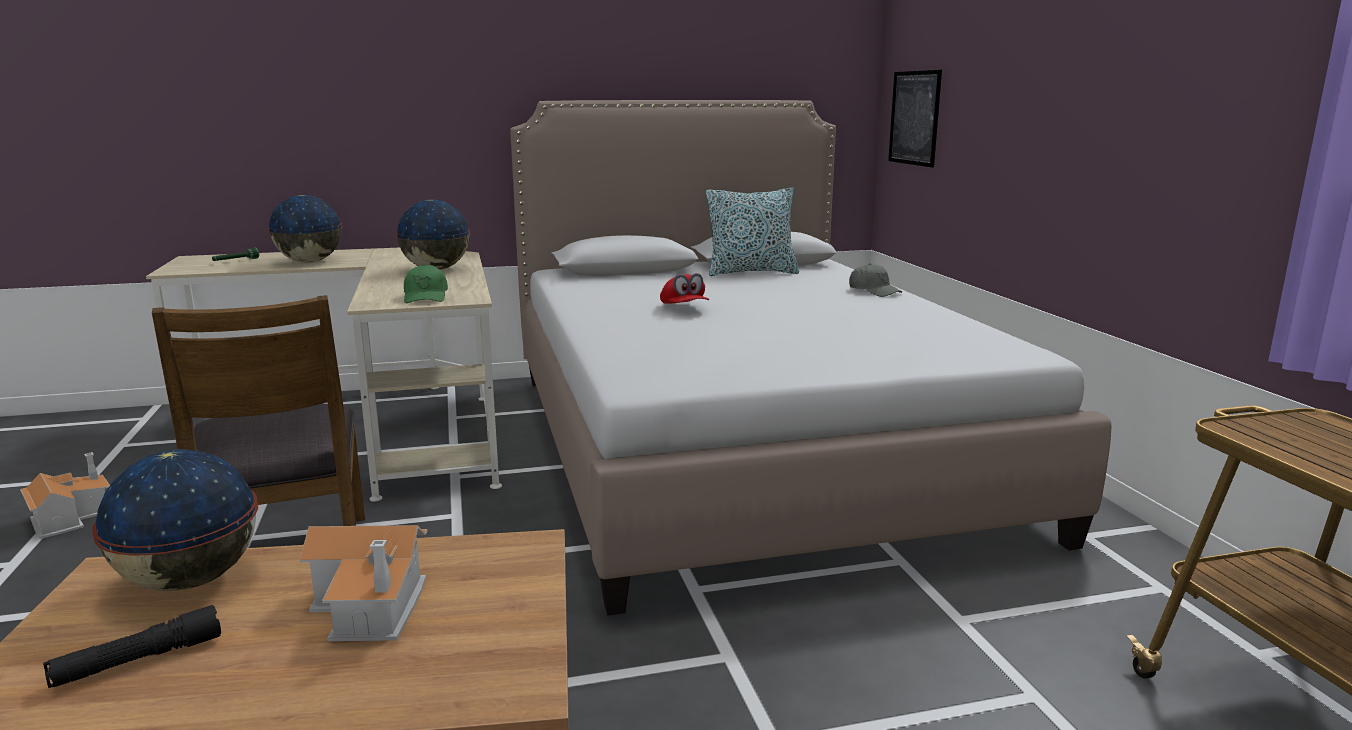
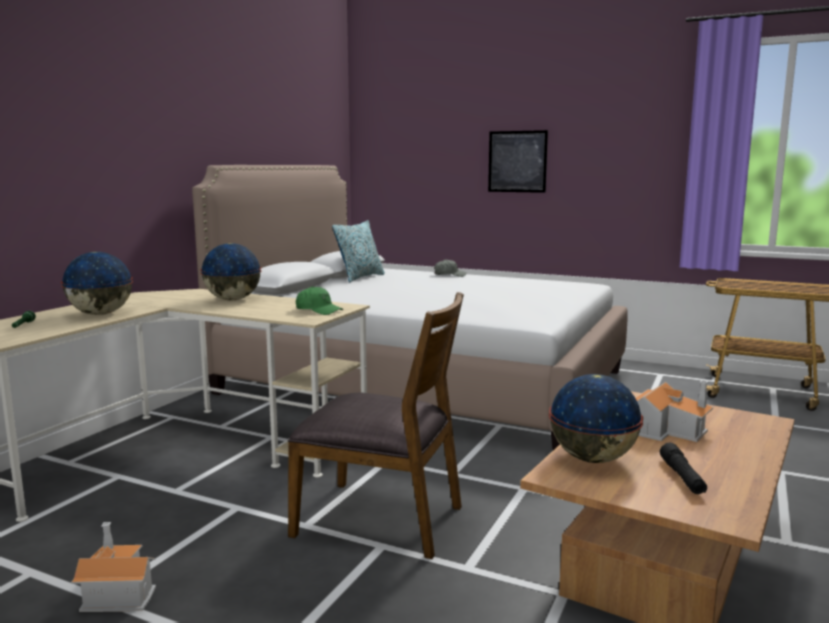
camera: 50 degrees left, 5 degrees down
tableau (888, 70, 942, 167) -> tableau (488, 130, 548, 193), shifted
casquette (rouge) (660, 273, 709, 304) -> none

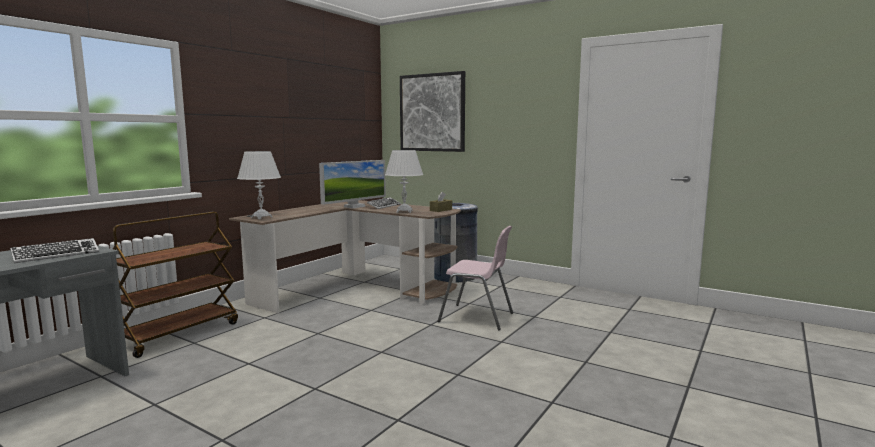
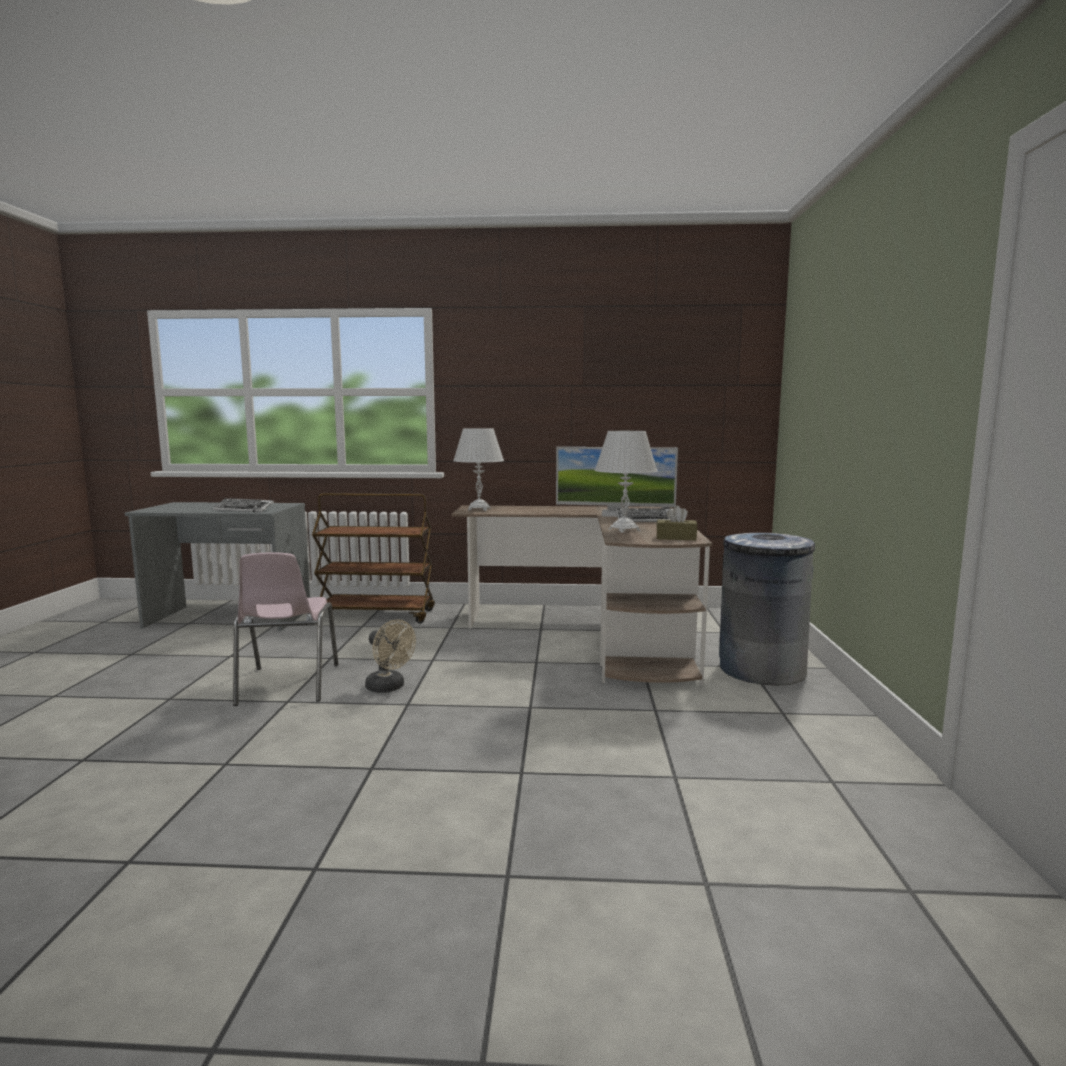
camera: 60 degrees right, 0 degrees up
tableau (400, 71, 465, 152) -> none
chaise (rose) (438, 226, 513, 330) -> chaise (rose) (233, 553, 338, 706), shifted
none -> ventilateur (beige) (365, 619, 416, 693)

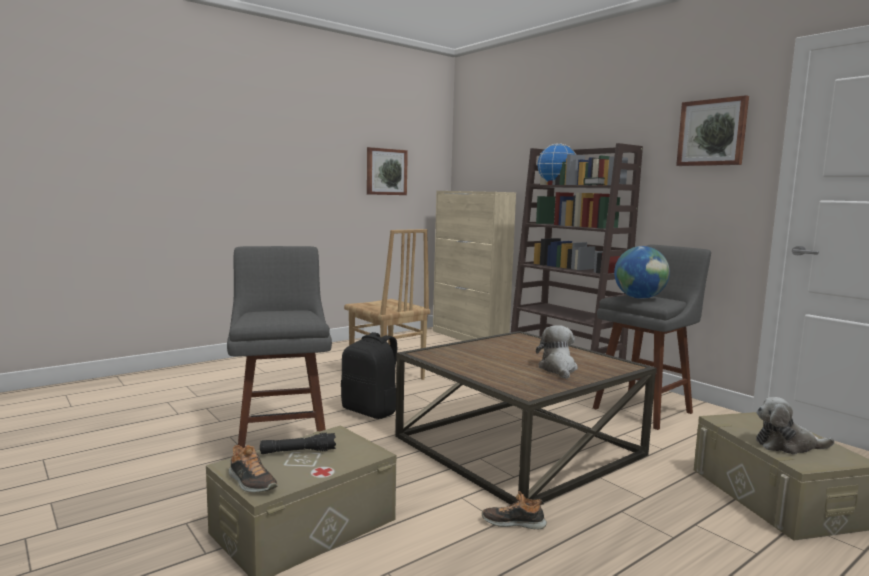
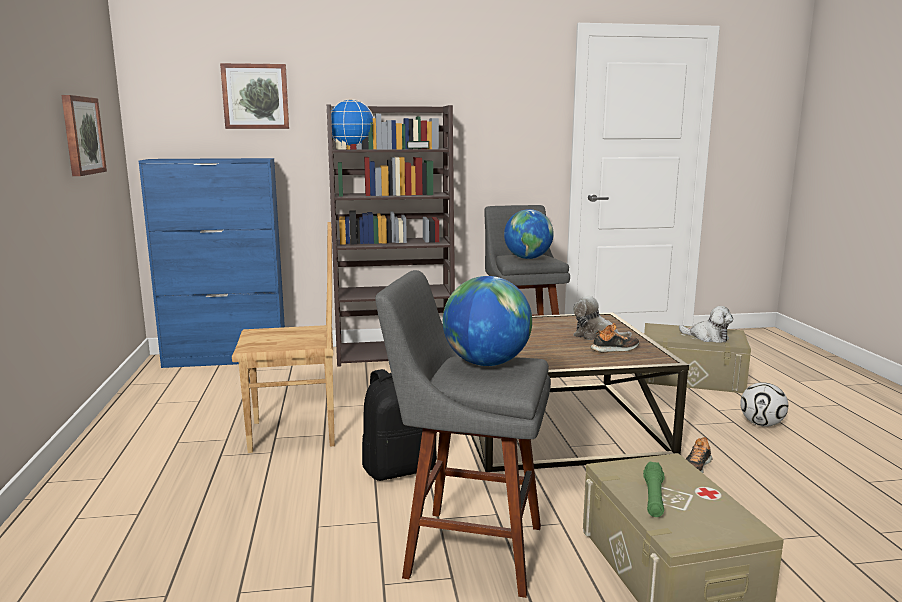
camera: 60 degrees left, 5 degrees up
tableau (676, 95, 749, 166) -> tableau (220, 63, 289, 129), shifted
meuble de rangement (beige) (433, 191, 516, 341) -> meuble de rangement (bleu) (139, 158, 285, 368)
peluche (756, 397, 835, 454) -> peluche (679, 306, 733, 343), 90 degrees counterclockwise
lampe de poche (noir) (260, 432, 336, 454) -> lampe de poche (vert) (643, 462, 664, 517)
chaussure (228, 444, 278, 493) -> chaussure (590, 323, 640, 352), shifted
none -> globe (443, 276, 532, 366)
none -> ballon de foot (740, 382, 788, 427)

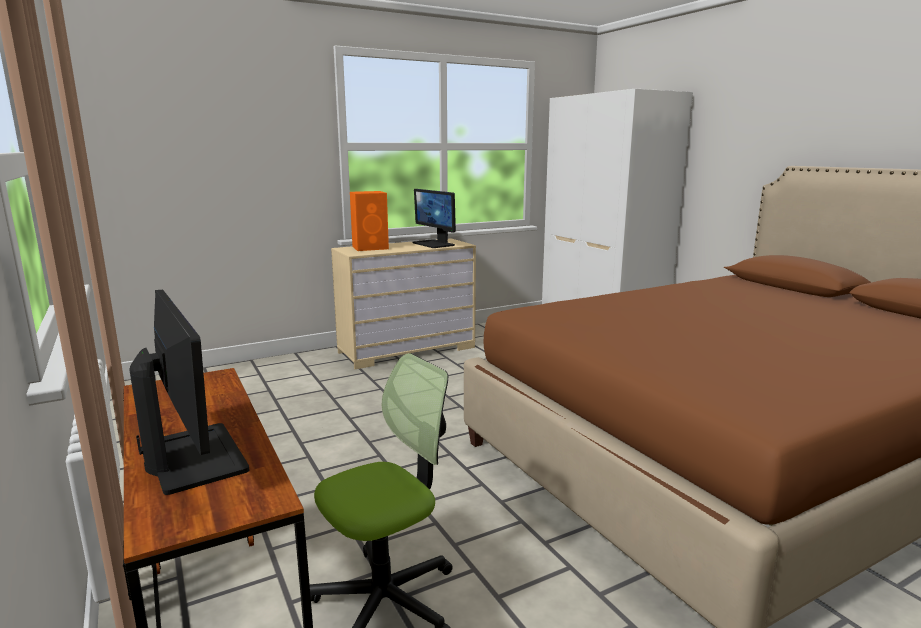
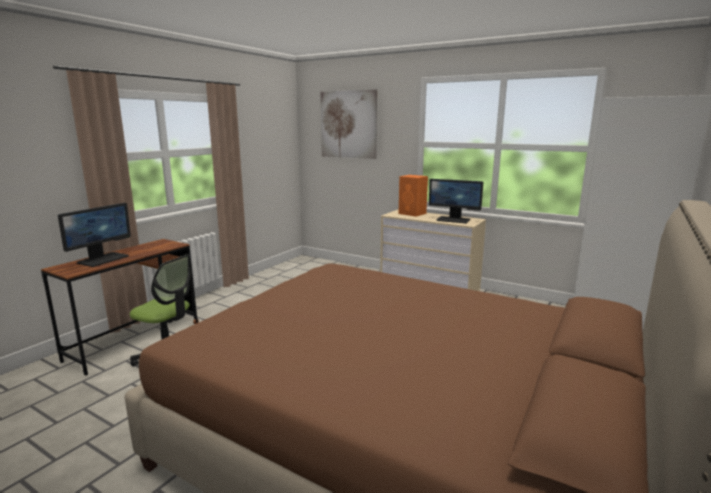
camera: 60 degrees right, 0 degrees up
écran d'ordinateur (413, 189, 456, 248) -> écran d'ordinateur (429, 179, 483, 223), 90 degrees counterclockwise
none -> tableau (321, 89, 377, 159)

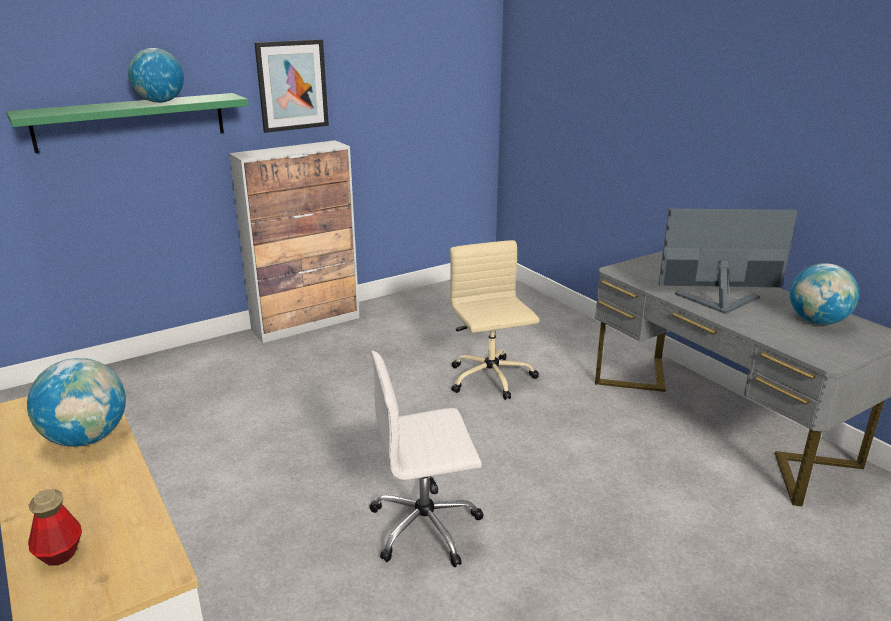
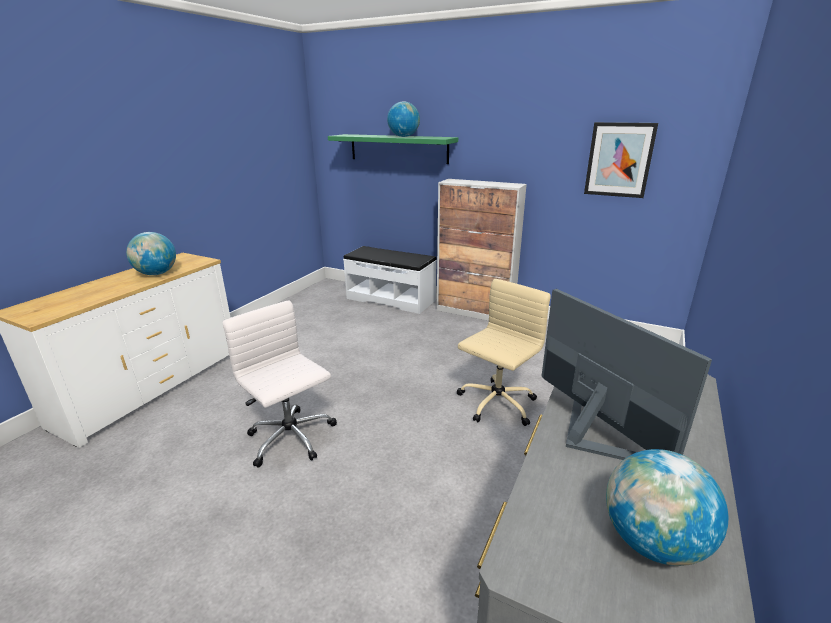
camera: 60 degrees right, 0 degrees up
tableau (254, 39, 329, 133) -> tableau (584, 122, 658, 198), shifted
bouteille (28, 489, 82, 566) -> none
none -> banc (blanc) (343, 246, 437, 314)

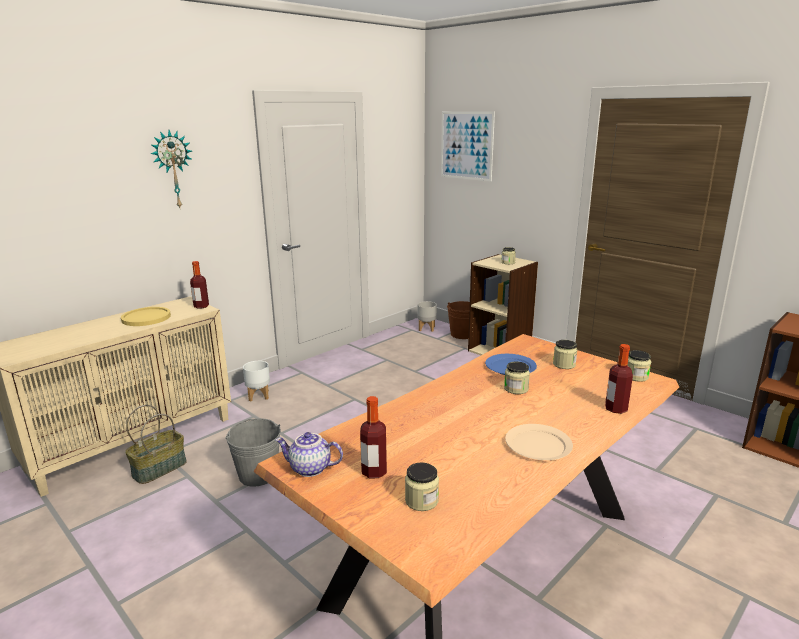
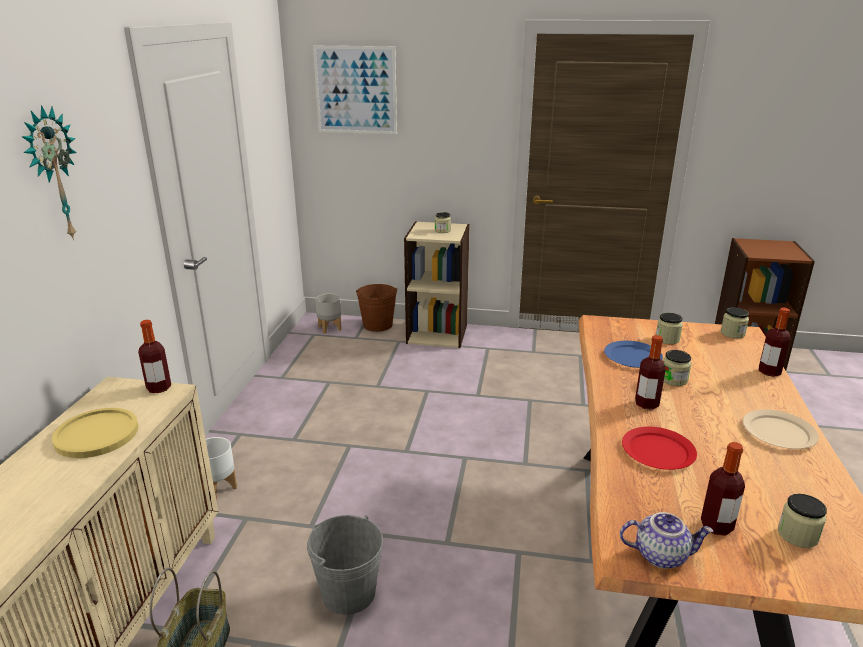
camera: 35 degrees left, 5 degrees up
théière (275, 432, 343, 477) -> théière (620, 512, 713, 569), 150 degrees counterclockwise
none -> bouteille (635, 335, 666, 410)
none -> assiette (rouge) (622, 427, 697, 470)

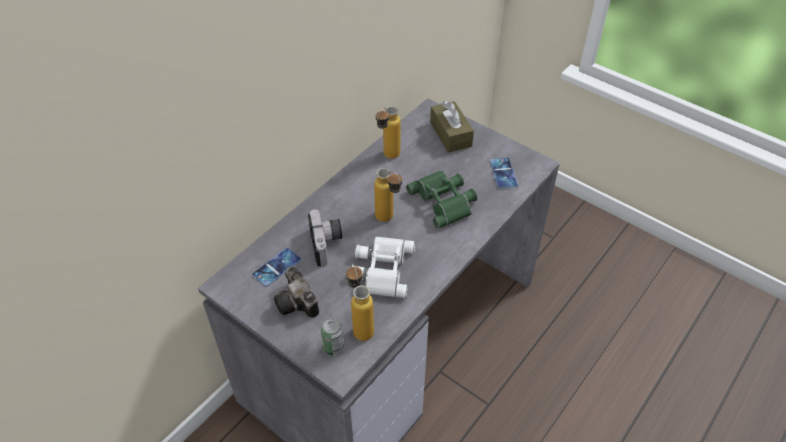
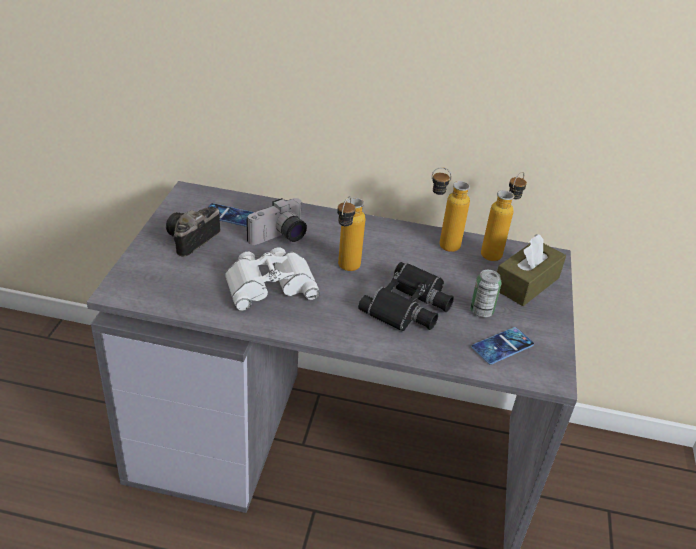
camera: 60 degrees right, 10 degrees down
jumelles (vert) (406, 171, 477, 229) -> jumelles (noir) (358, 262, 454, 332)
bouteille (346, 263, 374, 341) -> bouteille (481, 172, 527, 261), shifted
boîte métallique (321, 318, 345, 356) -> boîte métallique (470, 270, 502, 318), shifted

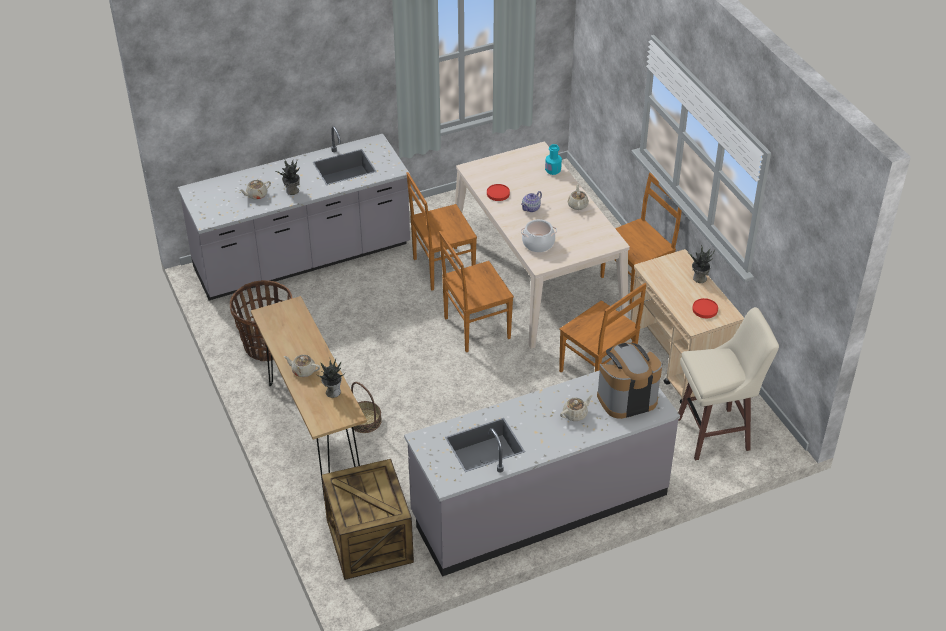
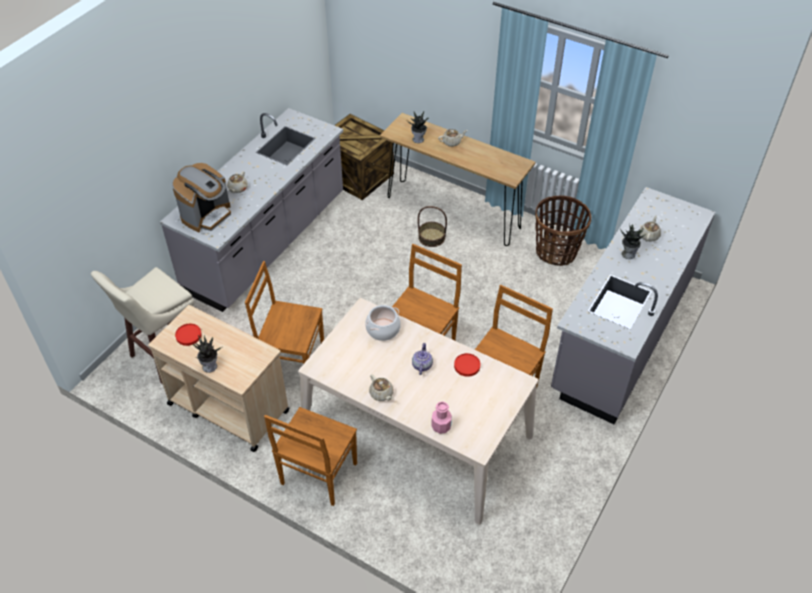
camera: 145 degrees right, 5 degrees up
bouteille (turquoise) (545, 144, 562, 175) -> bouteille (rose) (431, 402, 452, 434)

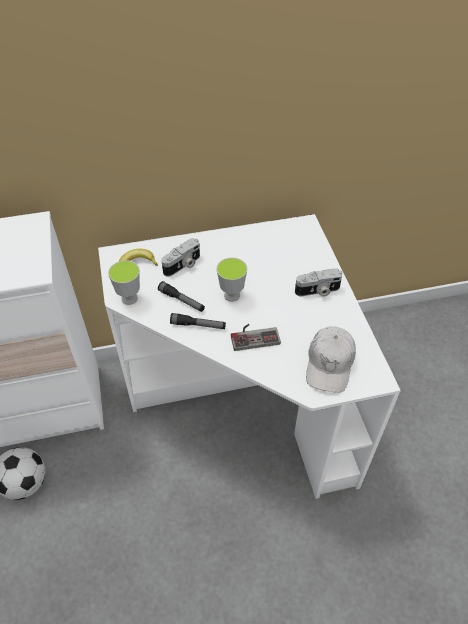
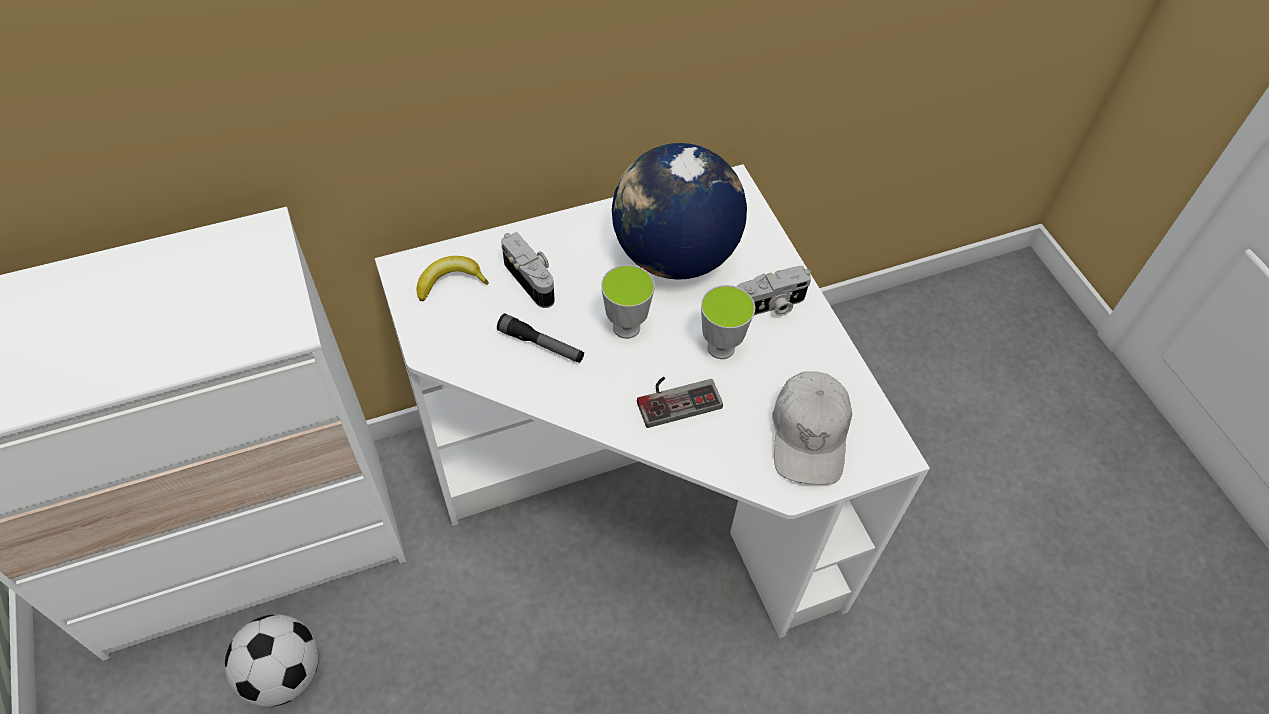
camera: 10 degrees left, 5 degrees up
appareil photo (161, 238, 200, 277) -> appareil photo (501, 232, 555, 308), 75 degrees counterclockwise
tasse (108, 260, 140, 305) -> tasse (701, 285, 755, 359), shifted
lampe de poche (170, 313, 226, 329) -> none
none -> globe (612, 143, 747, 280)

